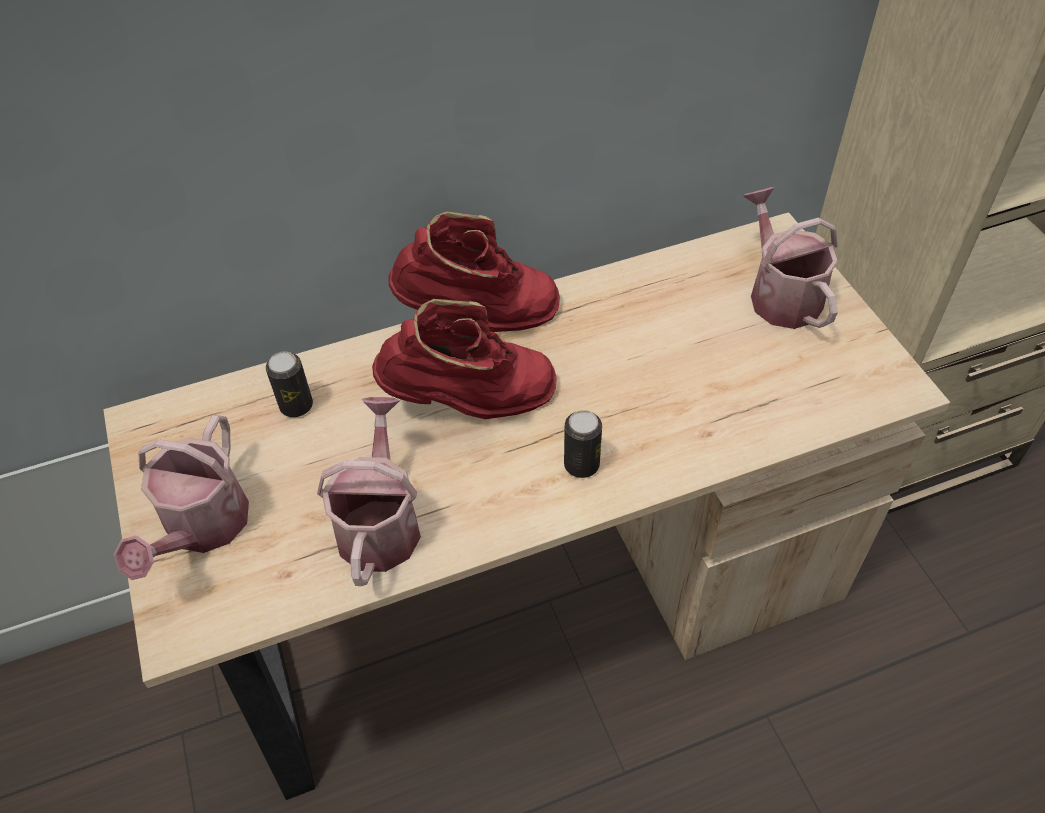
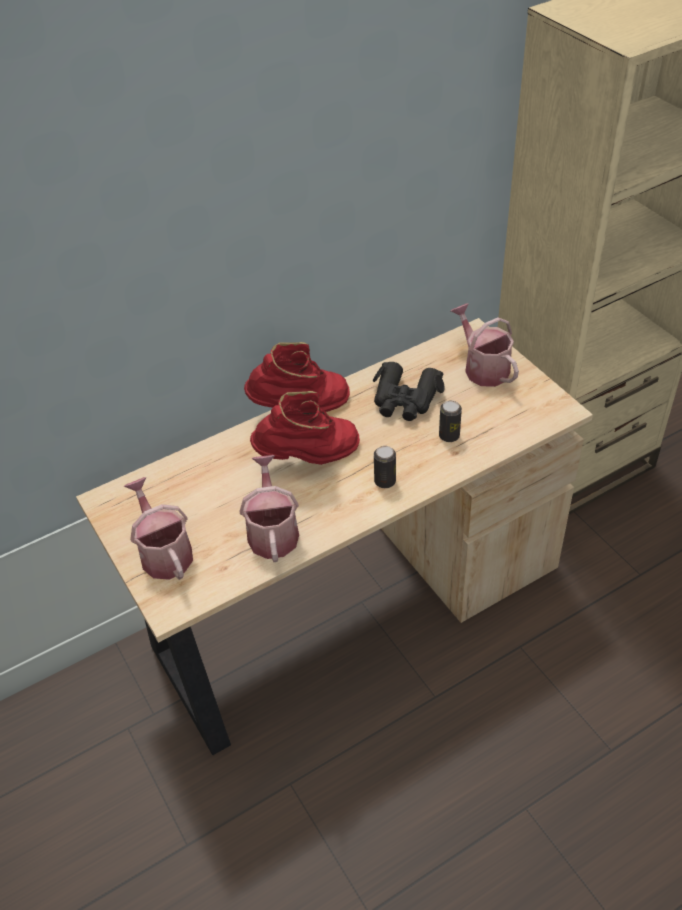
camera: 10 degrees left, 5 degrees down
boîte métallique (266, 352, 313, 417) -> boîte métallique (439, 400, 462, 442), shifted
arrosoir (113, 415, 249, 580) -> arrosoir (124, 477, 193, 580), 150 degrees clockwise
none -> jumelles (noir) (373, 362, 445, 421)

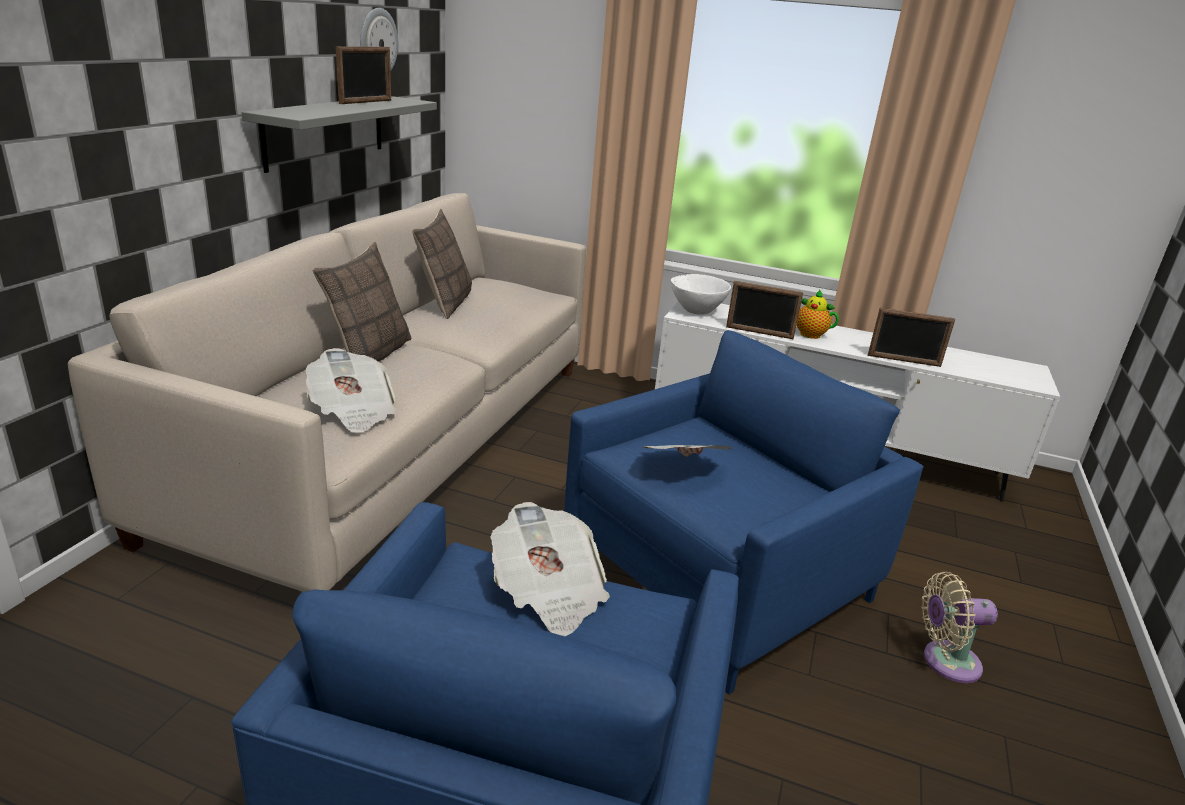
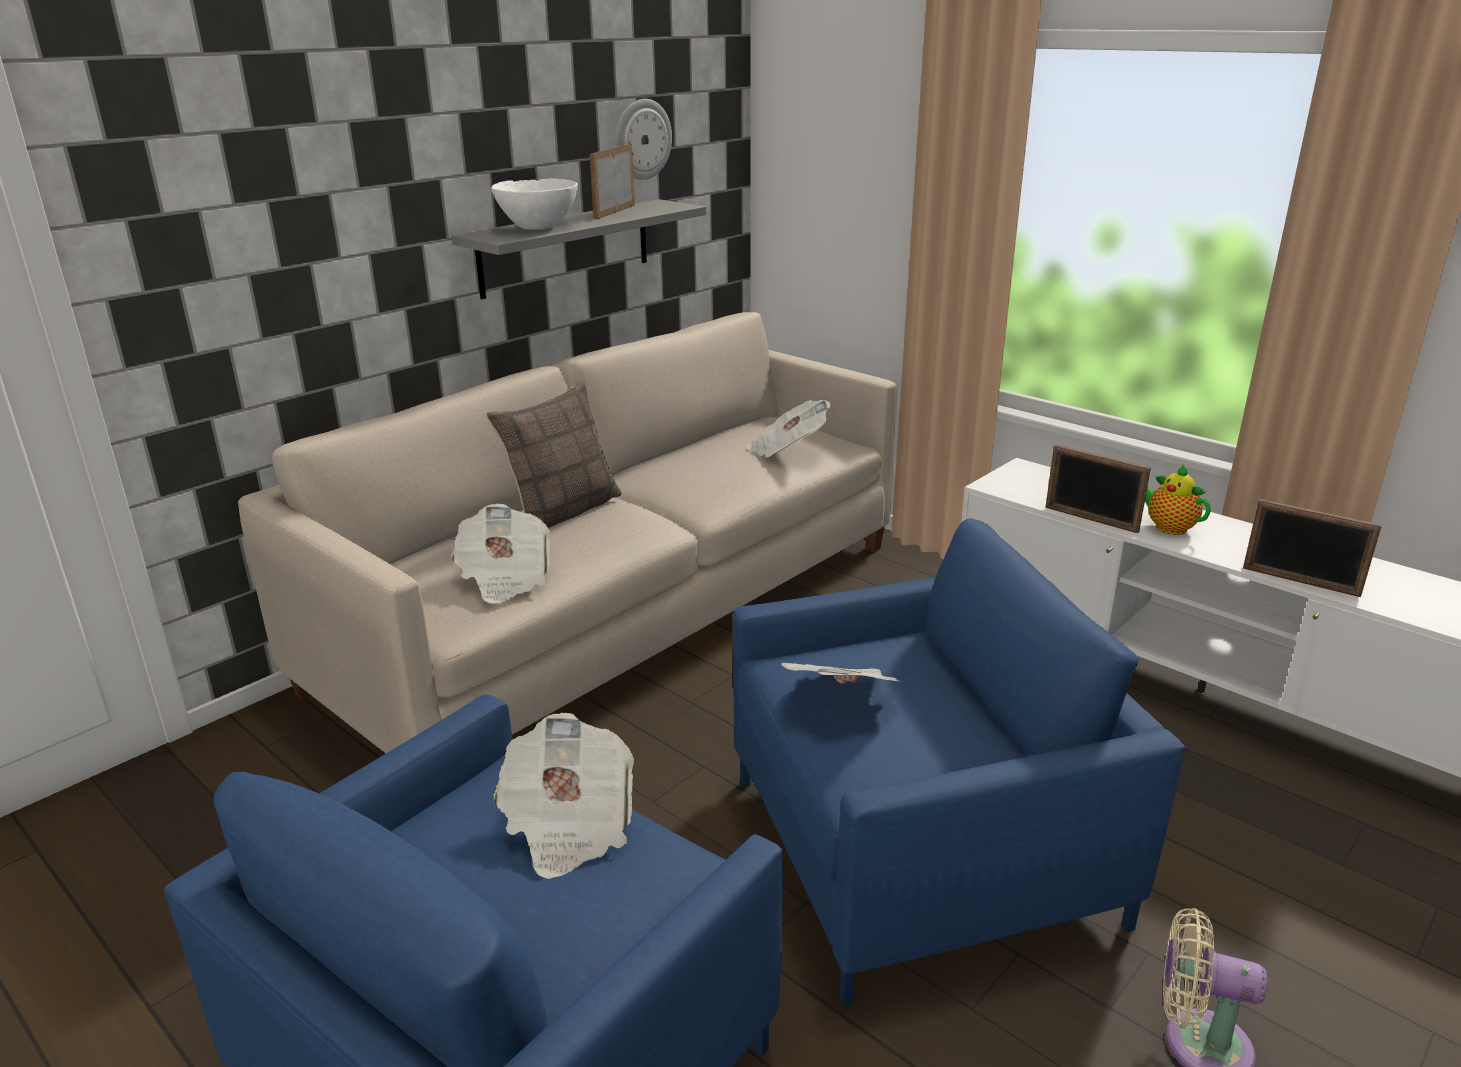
camera: 25 degrees right, 0 degrees up
cadre photo (336, 46, 391, 104) -> cadre photo (590, 144, 635, 219), 150 degrees clockwise
coussin (412, 209, 472, 319) -> none
bol (blanc) (671, 274, 731, 315) -> bol (blanc) (491, 179, 578, 230), shifted
none -> journal (746, 400, 831, 457)

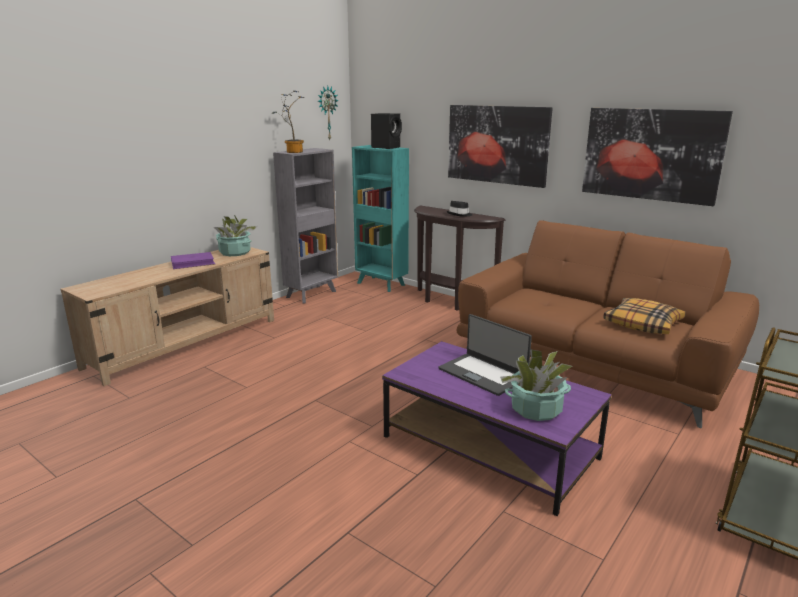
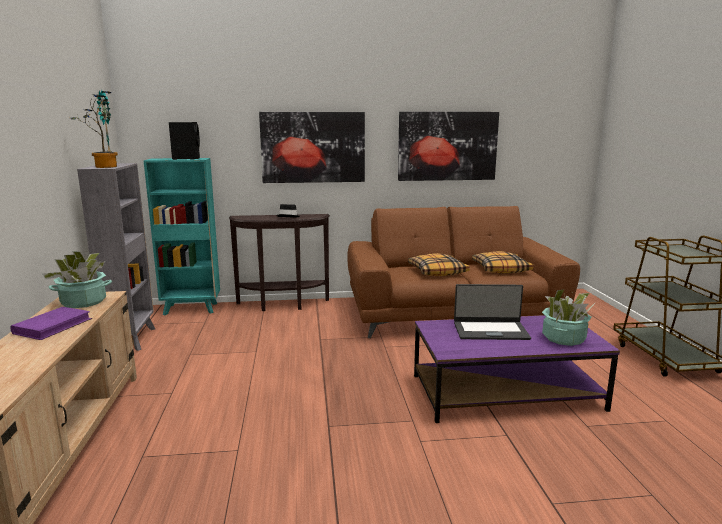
camera: 45 degrees left, 5 degrees down
none -> coussin (408, 253, 470, 276)

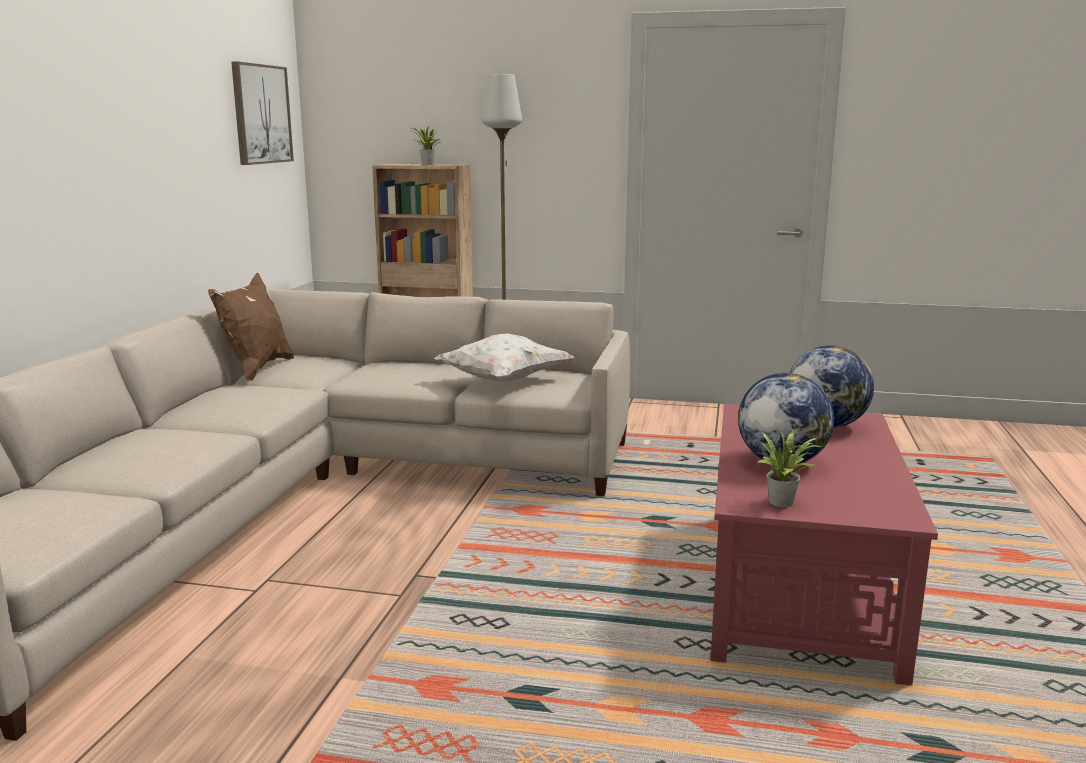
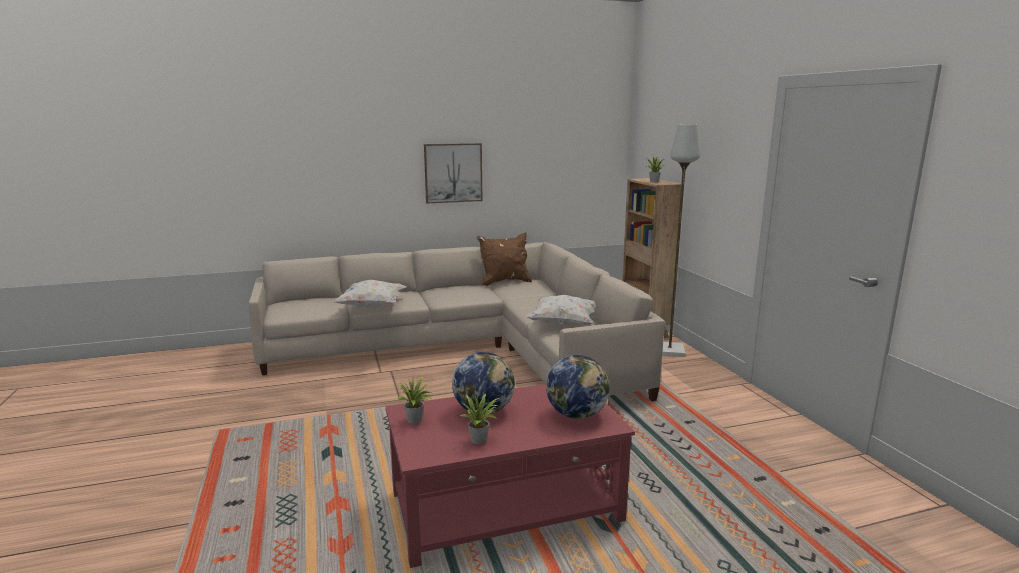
camera: 60 degrees right, 0 degrees up
tableau (231, 62, 294, 165) -> tableau (424, 143, 483, 204), shifted
none -> coussin (blanc) (334, 280, 407, 308)
none -> plante en pot (460, 393, 501, 444)

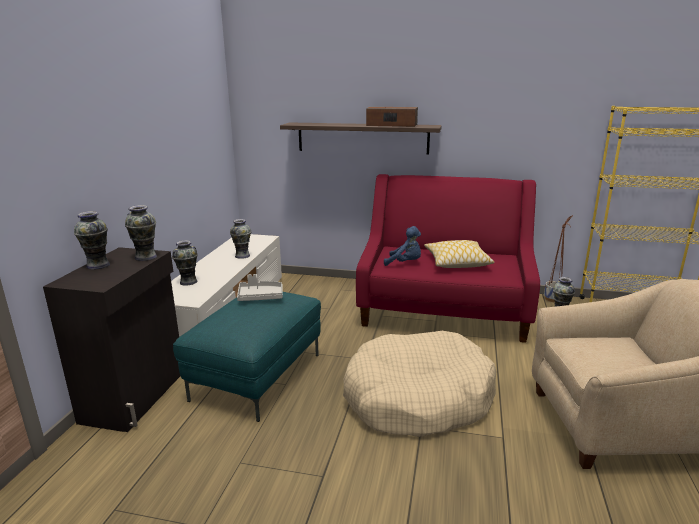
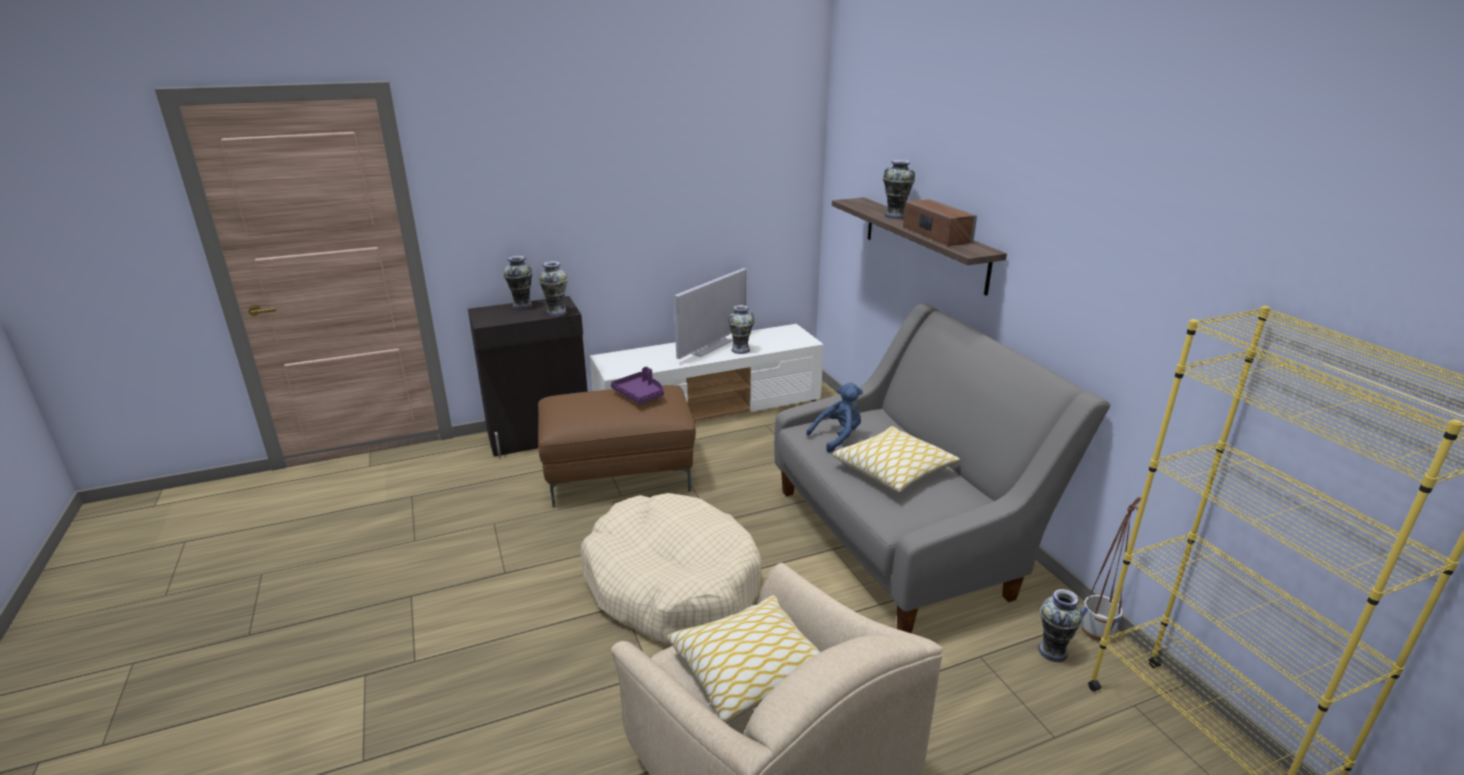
camera: 55 degrees right, 5 degrees up
canapé (rouge) (356, 174, 540, 343) -> canapé (gris) (774, 303, 1110, 633)
peluche (bleu) (384, 226, 421, 266) -> peluche (bleu) (806, 383, 863, 452), 105 degrees counterclockwise
vase (172, 241, 198, 286) -> vase (883, 160, 915, 219), shifted
plateau (gris) (237, 274, 283, 301) -> plateau (violet) (611, 367, 664, 404)
pouf (turquoise) (173, 292, 321, 422) -> pouf (marron) (538, 385, 696, 507)
none -> téléviseur (674, 268, 746, 359)
none -> coussin (667, 595, 820, 724)

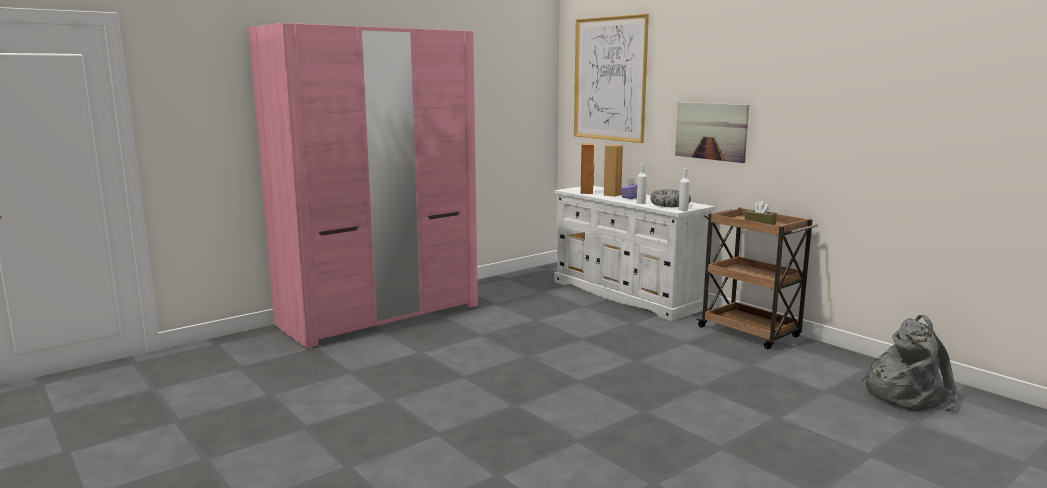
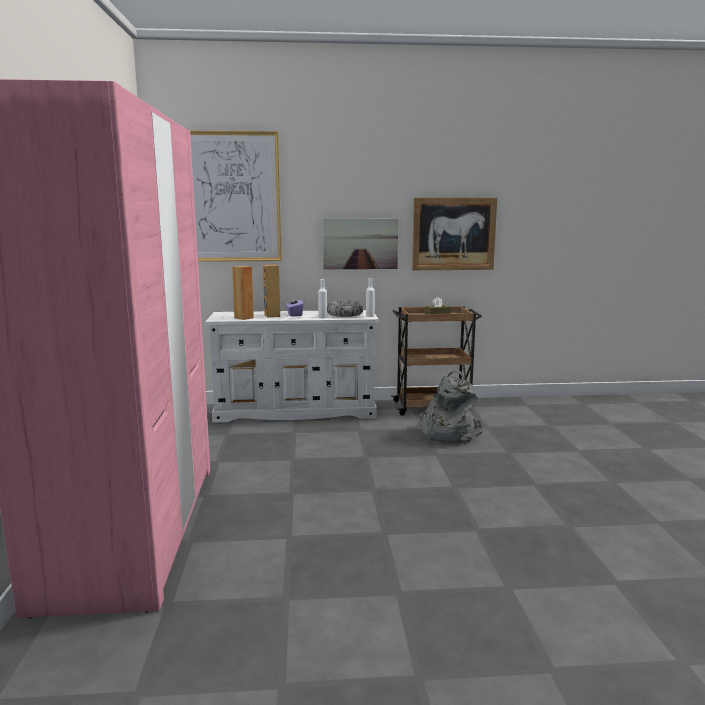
camera: 55 degrees left, 0 degrees up
sac à dos (gris) (861, 315, 957, 411) -> sac à dos (gris) (418, 370, 483, 443), shifted
none -> tableau (412, 198, 497, 270)

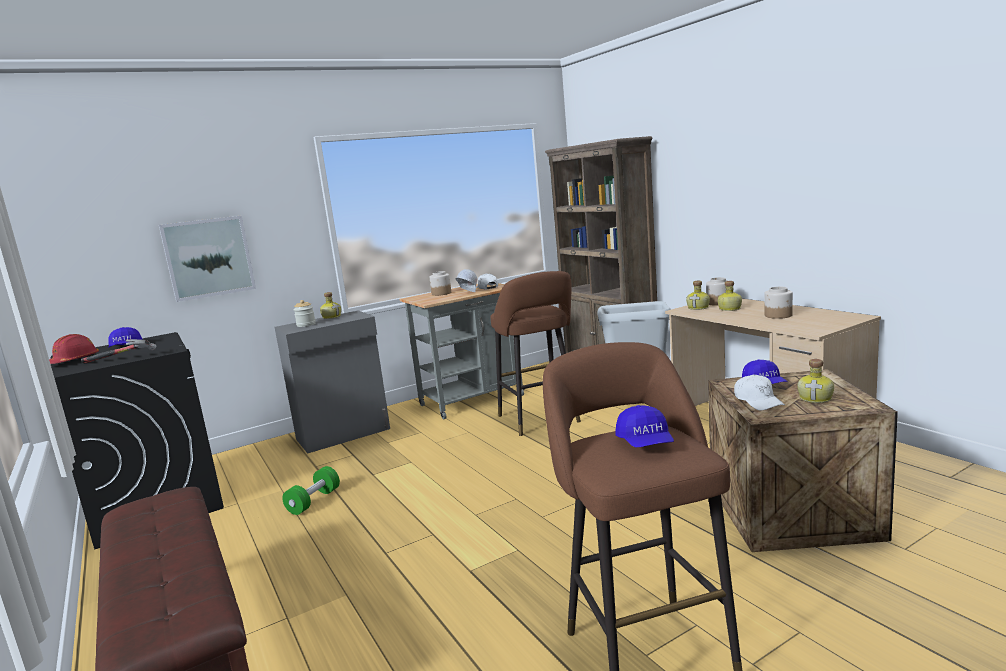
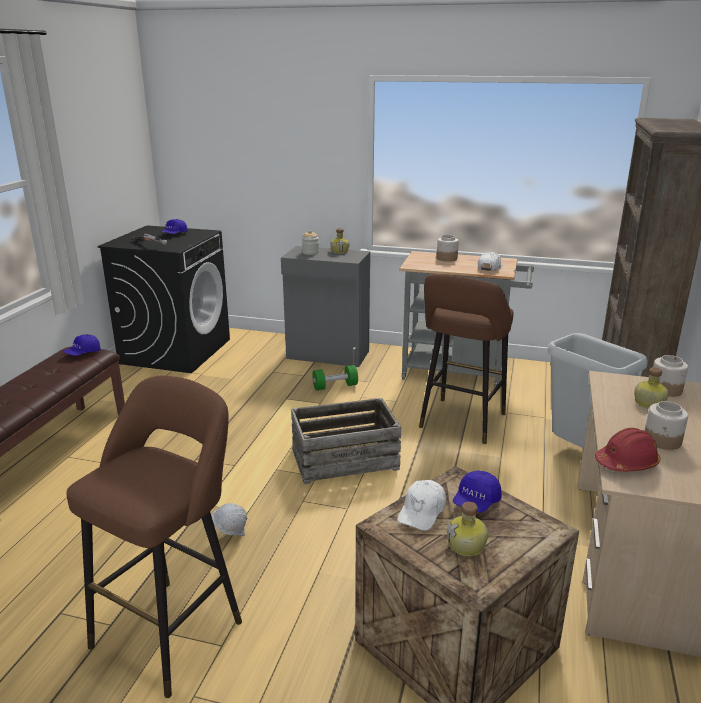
camera: 45 degrees right, 10 degrees up
tableau (159, 216, 256, 302) -> none
casque de chantier (blanc) (455, 269, 477, 292) -> casque de chantier (blanc) (212, 503, 247, 536), shifted
bouteille (686, 281, 710, 310) -> none
casque de chantier (rouge) (49, 334, 99, 364) -> casque de chantier (rouge) (595, 428, 660, 472), shifted
casquette (bleu) (615, 405, 674, 448) -> casquette (bleu) (63, 335, 101, 356), shifted
haltère (vert) (282, 466, 340, 515) -> haltère (vert) (312, 365, 358, 391), shifted
none -> caisse (291, 398, 401, 484)

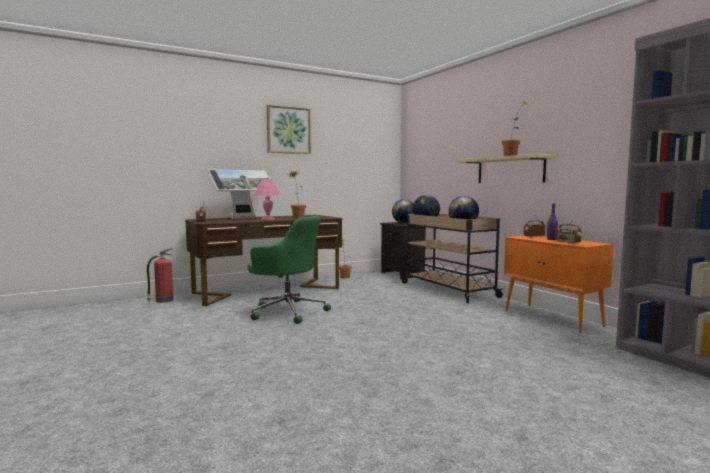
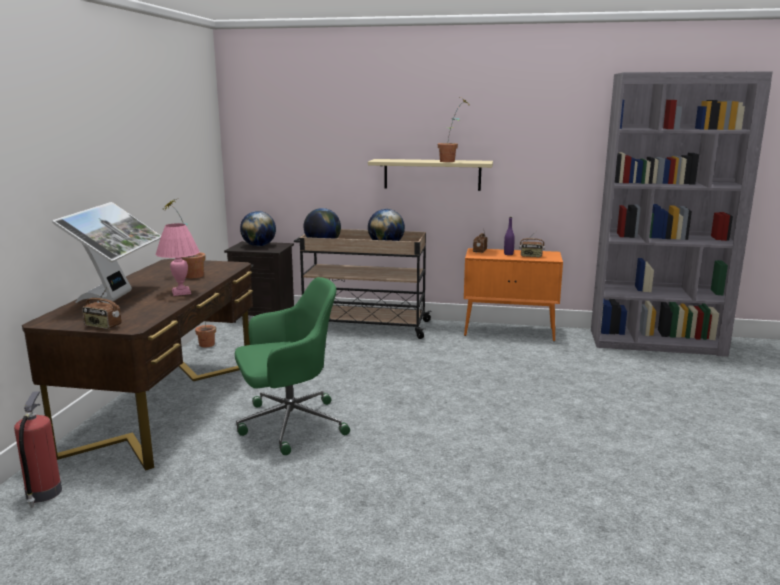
camera: 50 degrees left, 10 degrees up
tableau (267, 105, 311, 154) -> none

